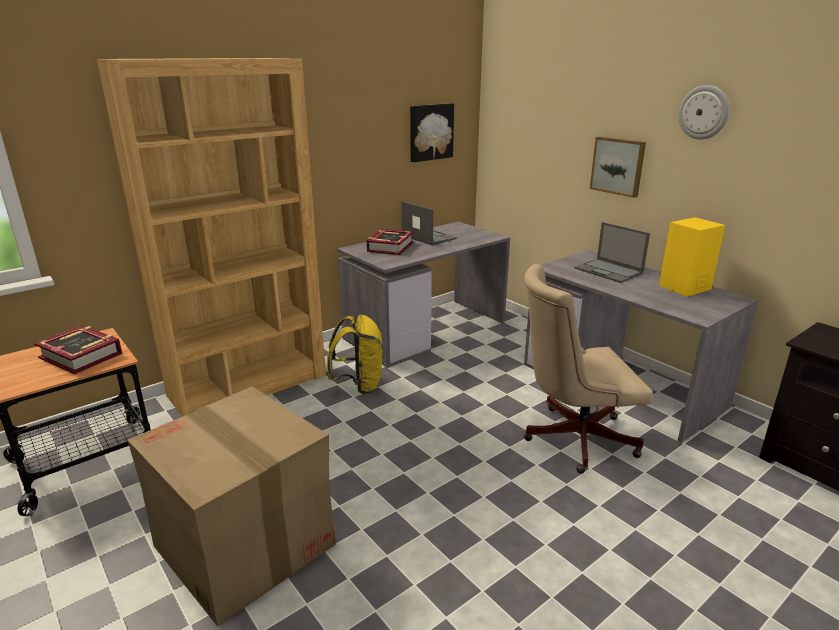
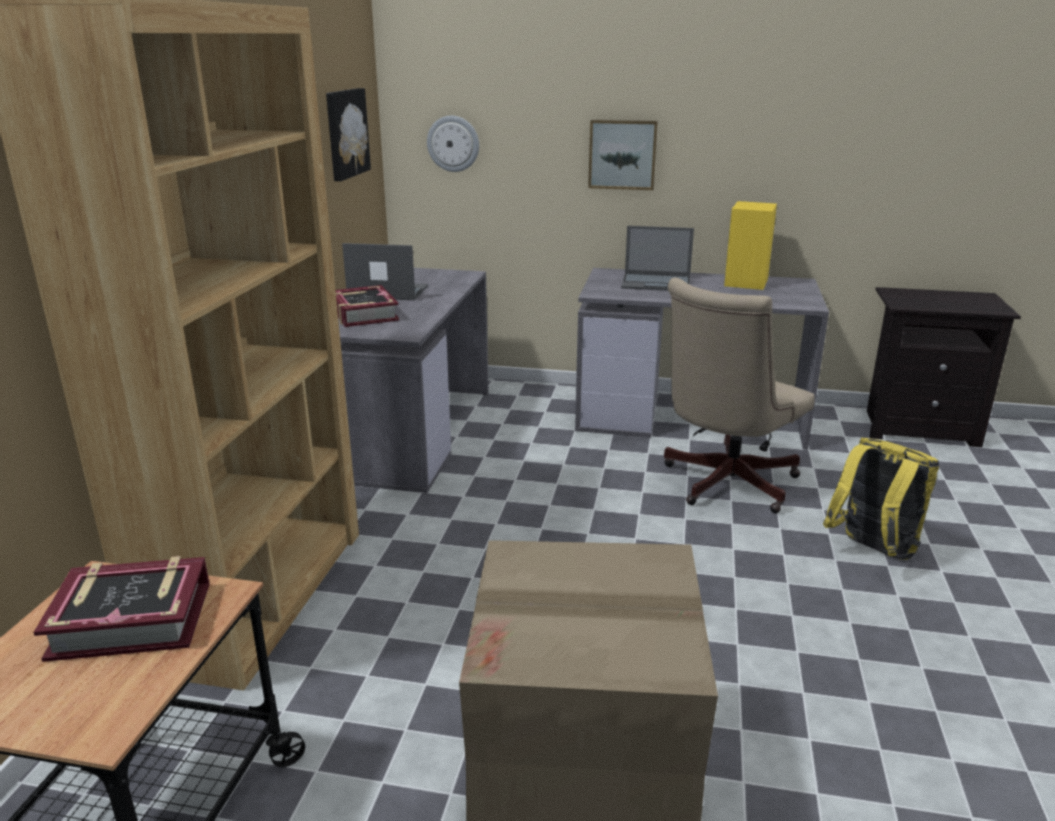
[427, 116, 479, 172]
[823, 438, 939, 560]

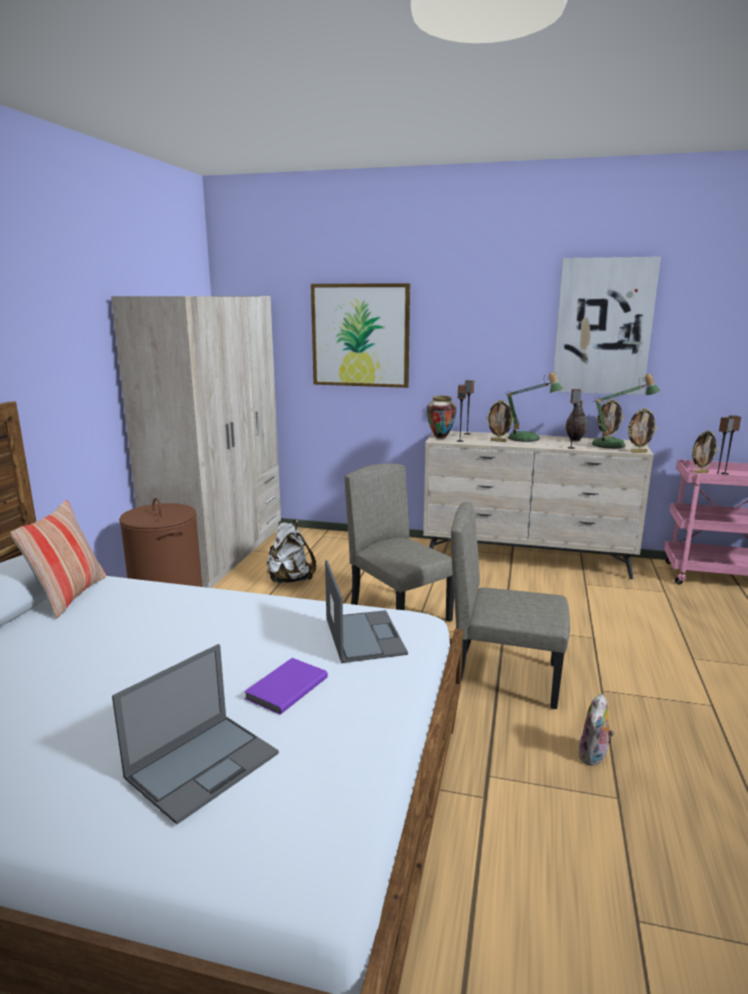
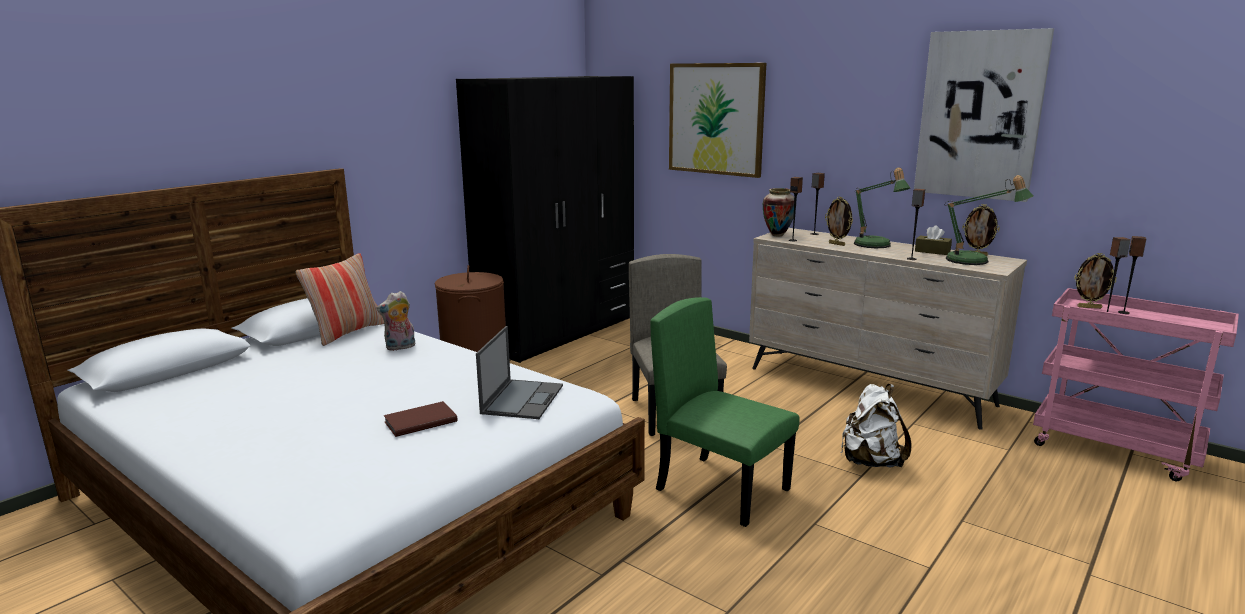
[456, 76, 634, 363]
[915, 226, 952, 255]
[627, 408, 657, 453] (first image)
[650, 297, 800, 527]
[841, 384, 912, 467]
[112, 644, 279, 825] (first image)
[384, 401, 458, 437]
[377, 291, 415, 351]

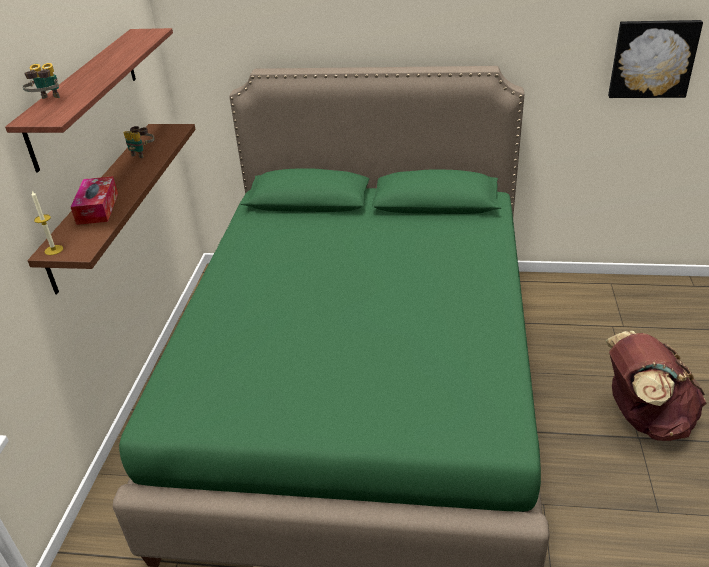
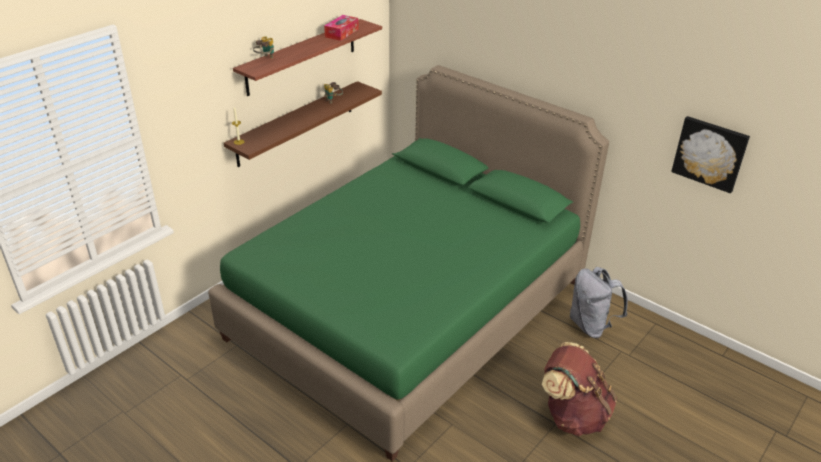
[324, 15, 359, 41]
[570, 267, 628, 338]

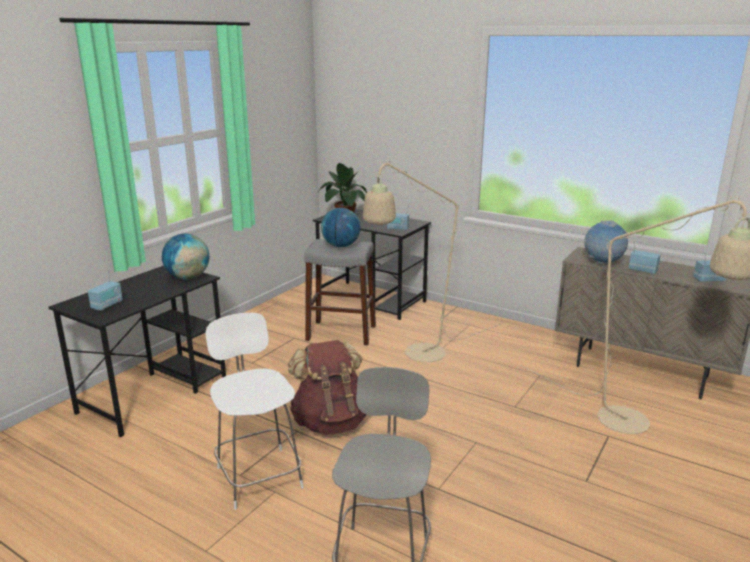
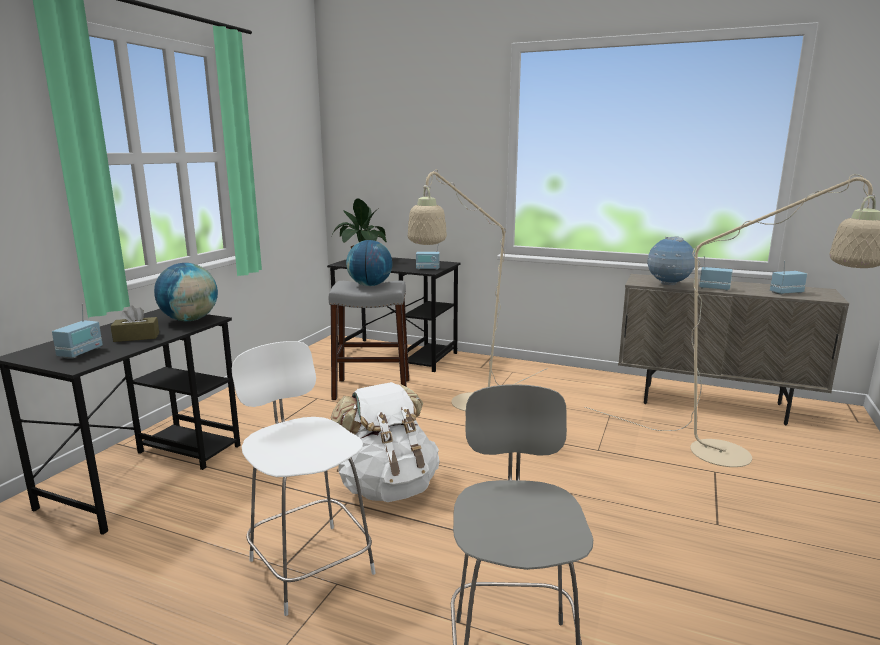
[331, 382, 439, 502]
[111, 305, 159, 342]

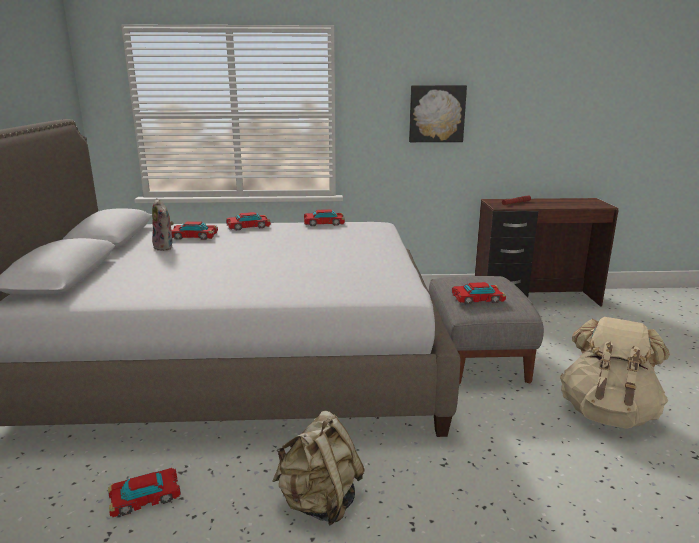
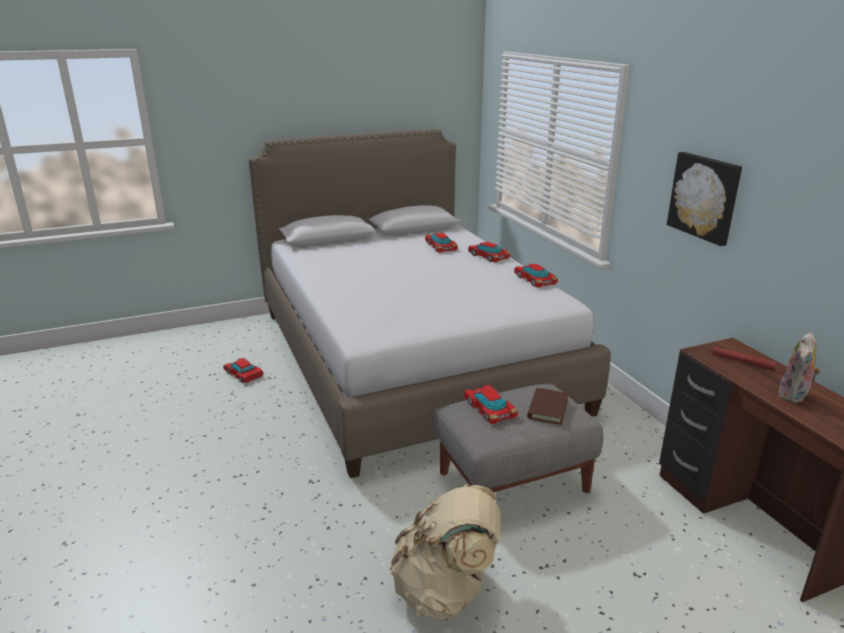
[778, 332, 821, 403]
[272, 411, 365, 525] (first image)
[527, 388, 569, 425]

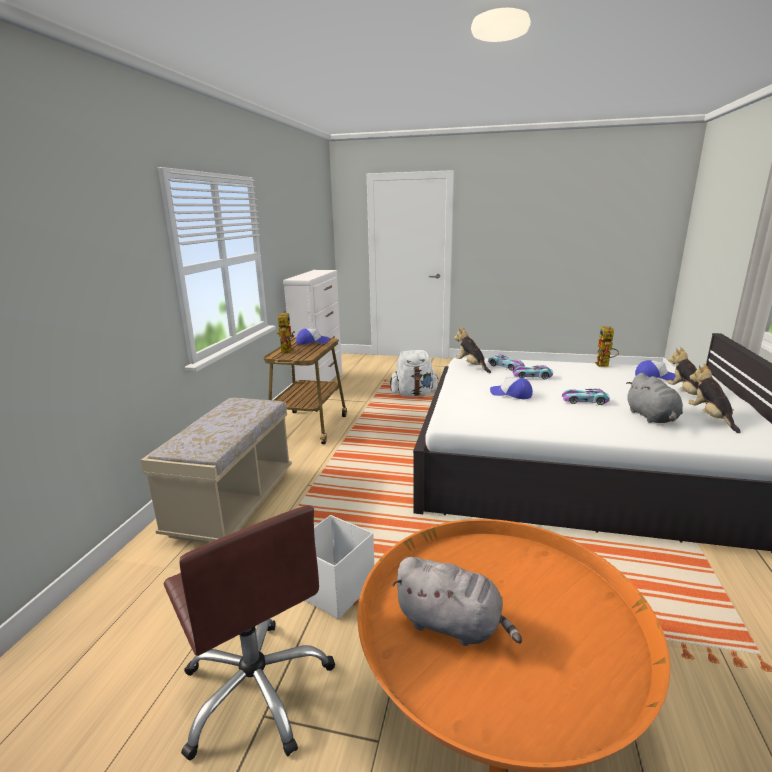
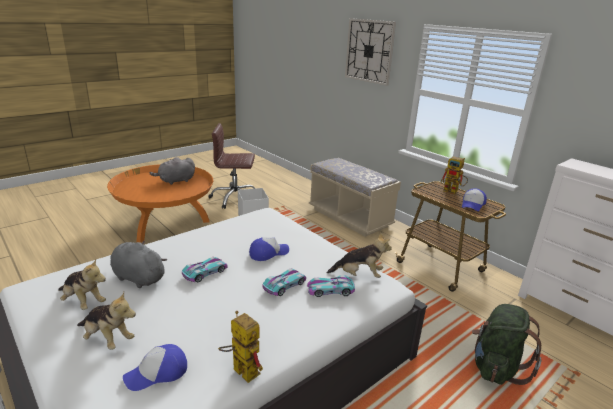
[472, 304, 542, 385]
[345, 18, 396, 86]

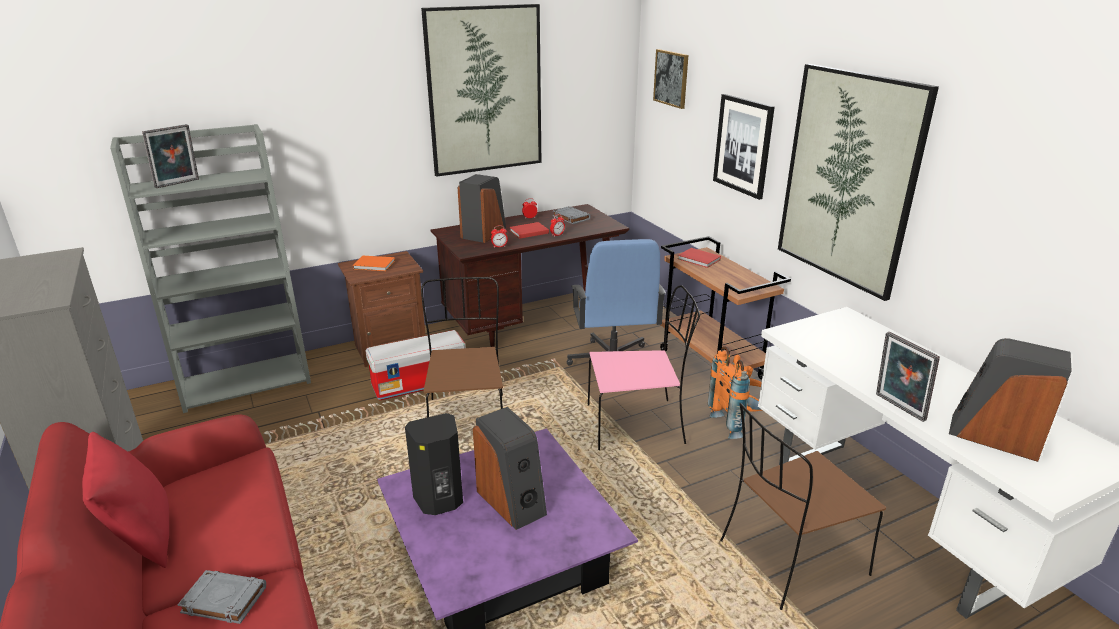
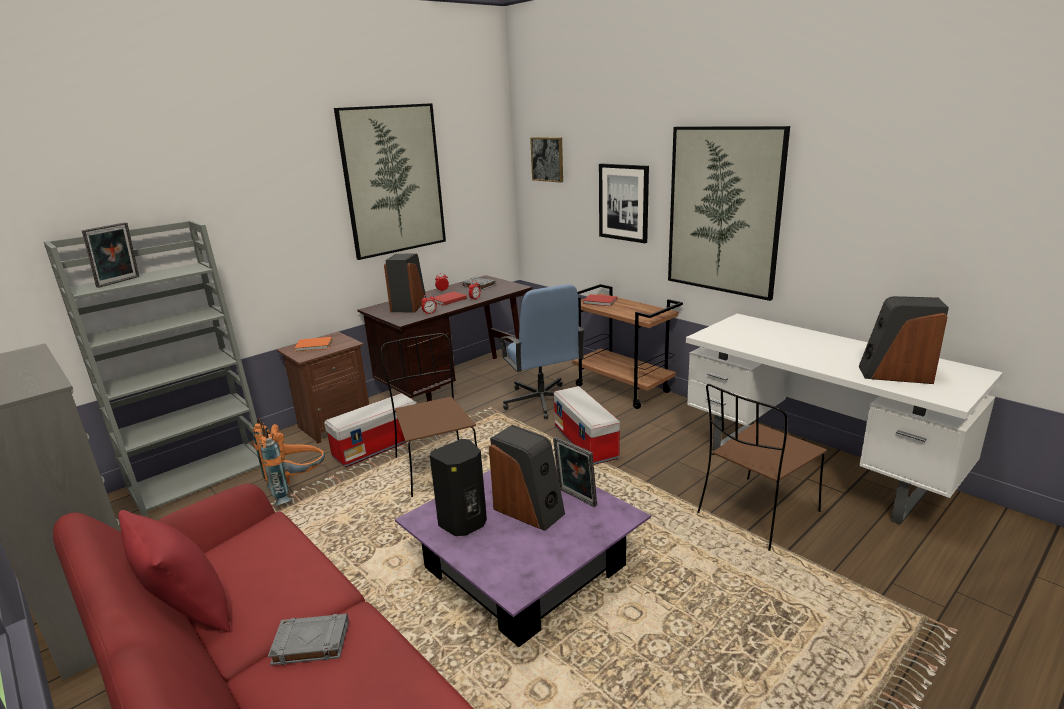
[553, 386, 620, 465]
[553, 436, 597, 507]
[252, 418, 325, 506]

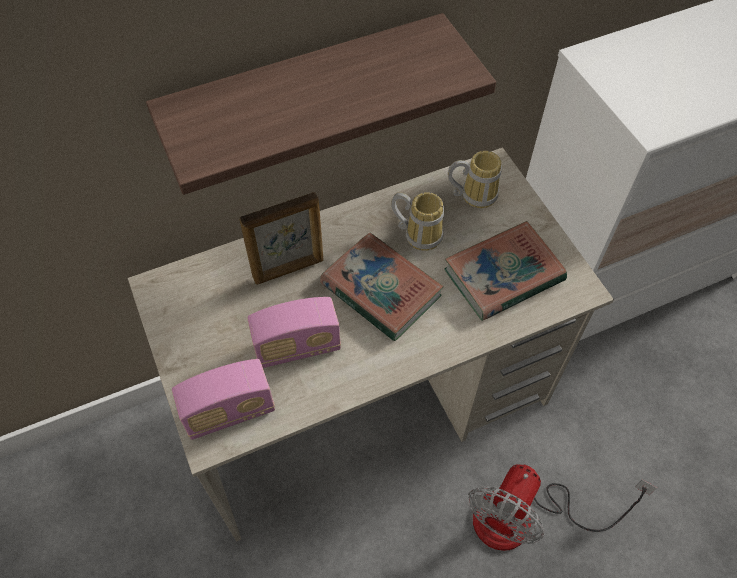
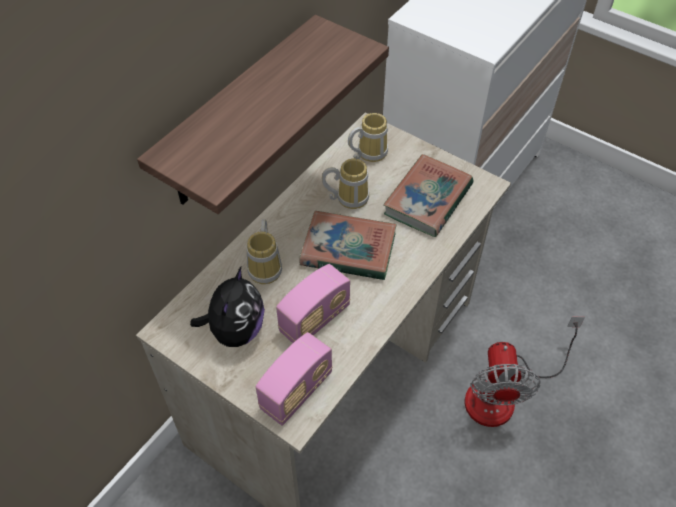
[246, 219, 282, 284]
[190, 267, 265, 347]

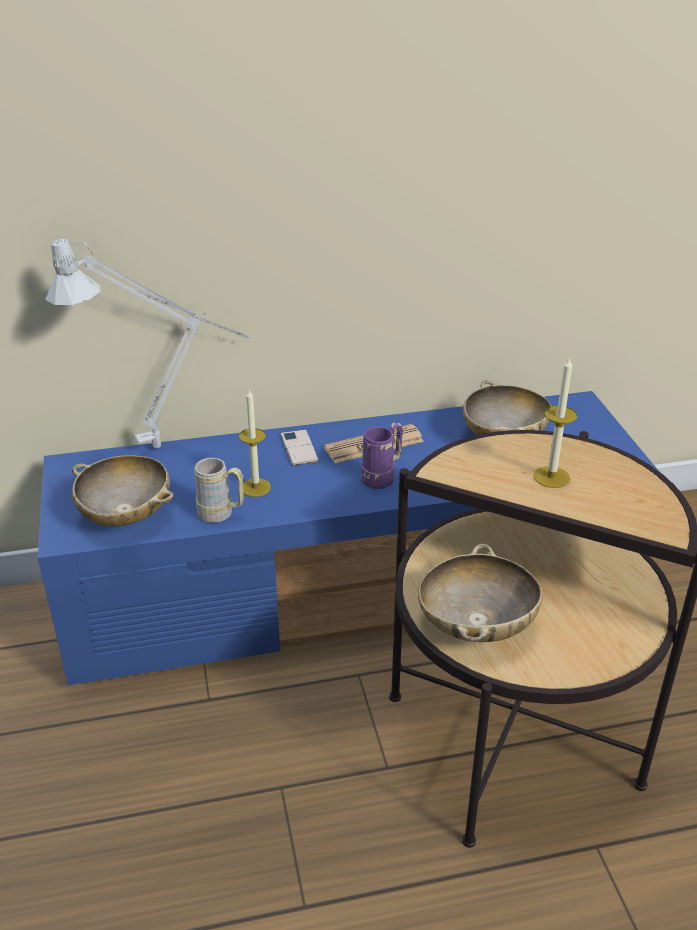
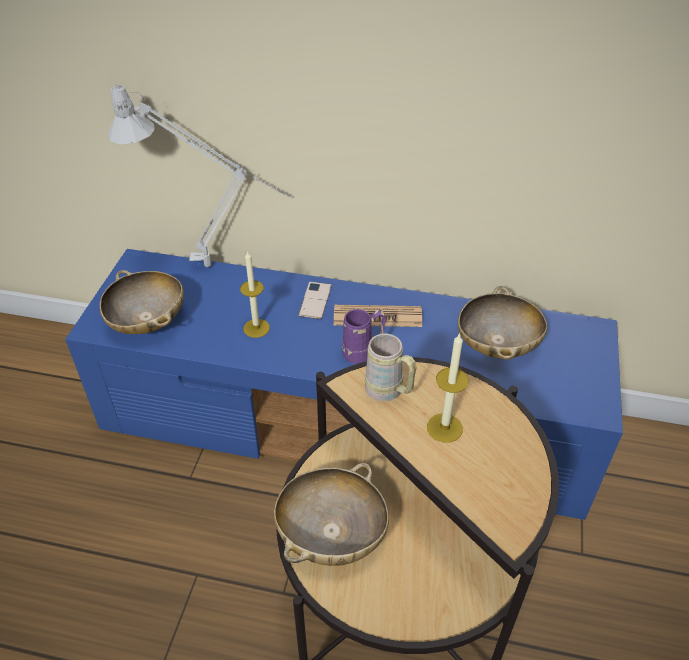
[365, 334, 417, 401]

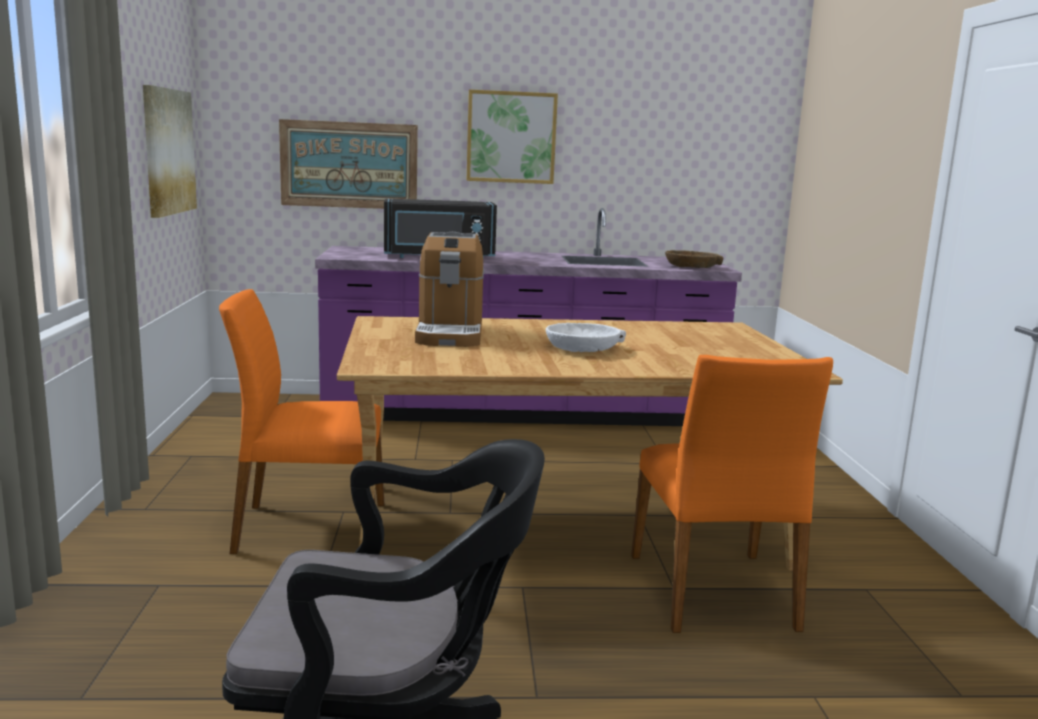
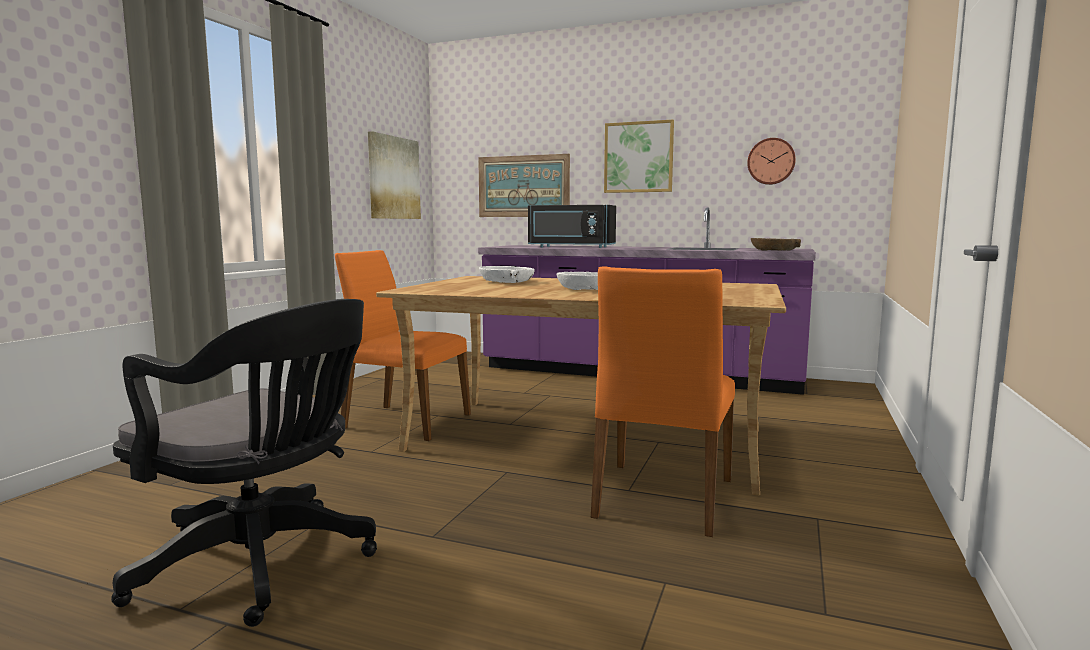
[479, 266, 535, 283]
[747, 138, 796, 185]

